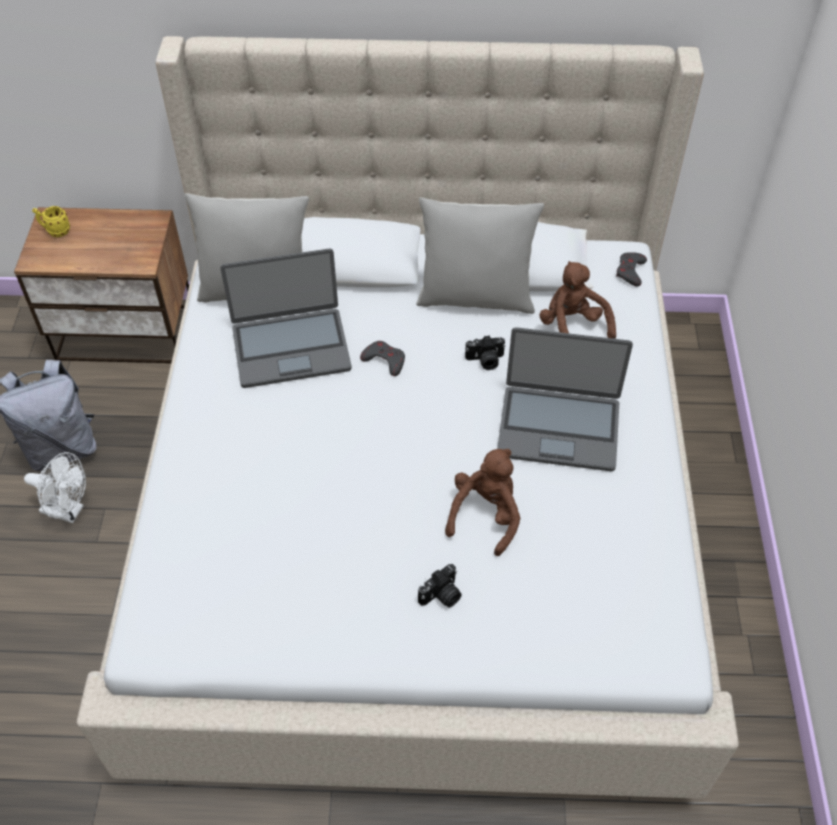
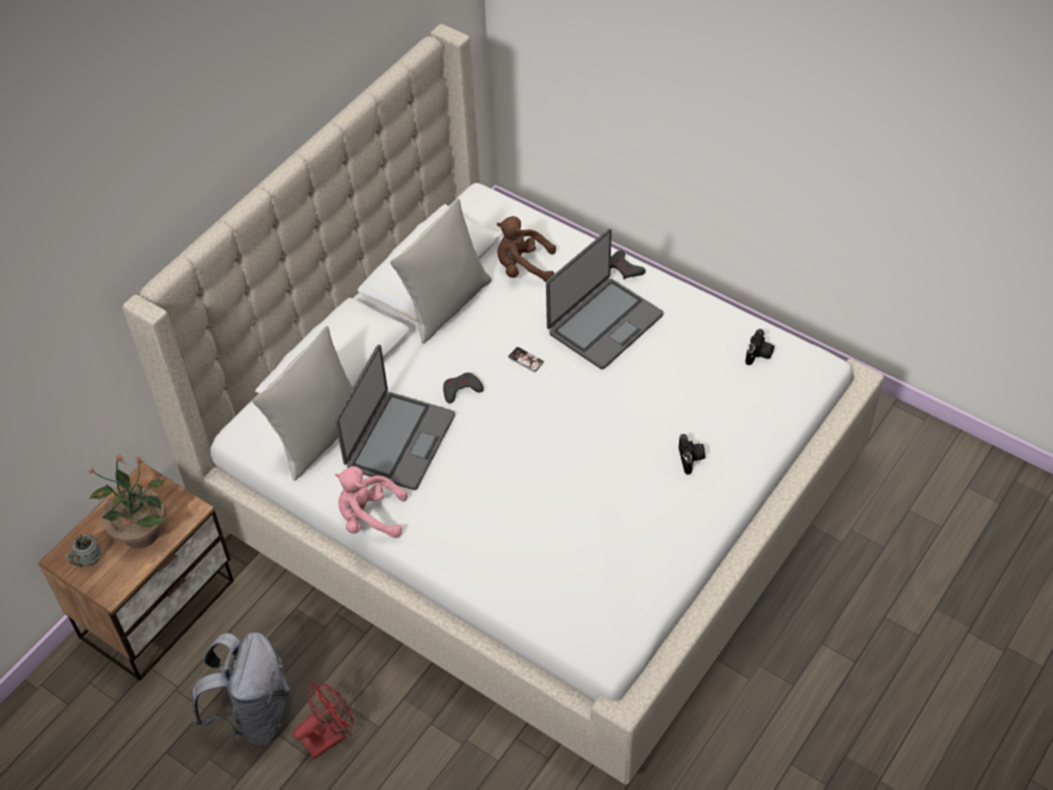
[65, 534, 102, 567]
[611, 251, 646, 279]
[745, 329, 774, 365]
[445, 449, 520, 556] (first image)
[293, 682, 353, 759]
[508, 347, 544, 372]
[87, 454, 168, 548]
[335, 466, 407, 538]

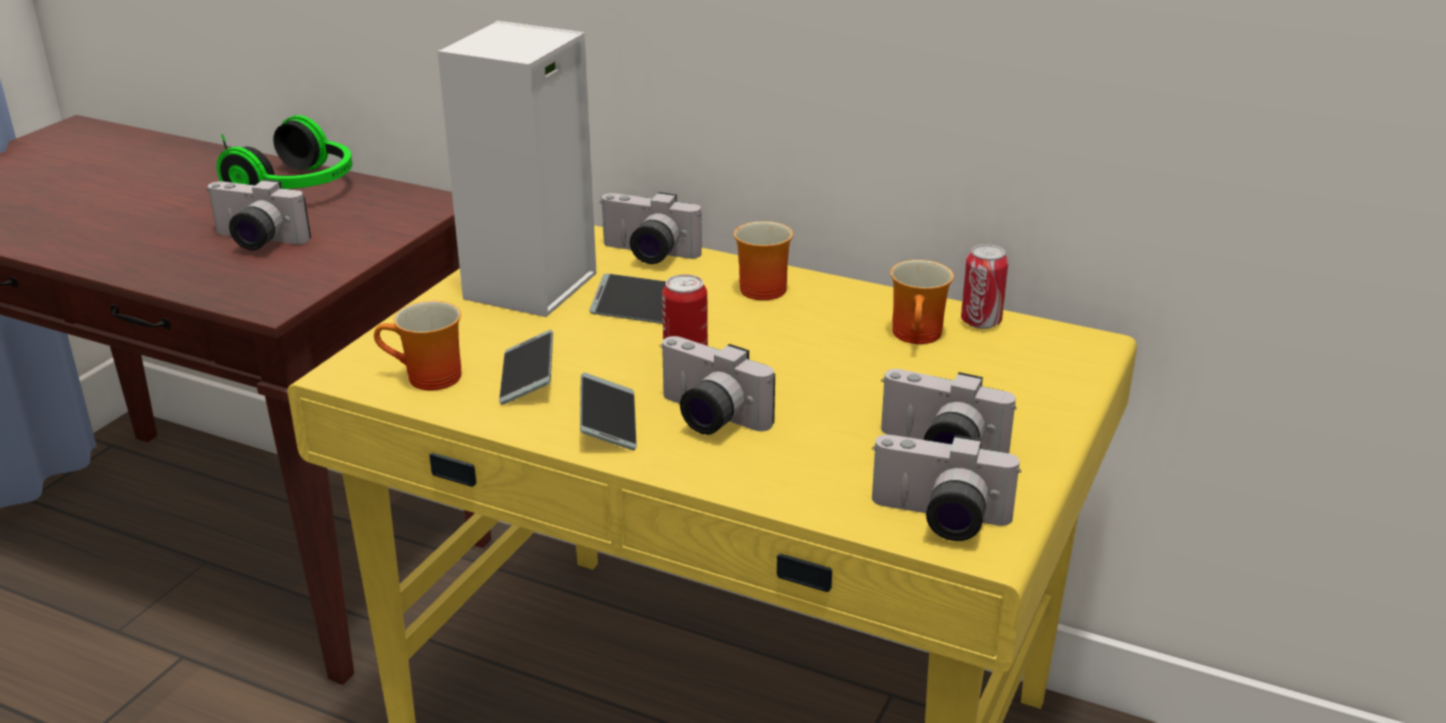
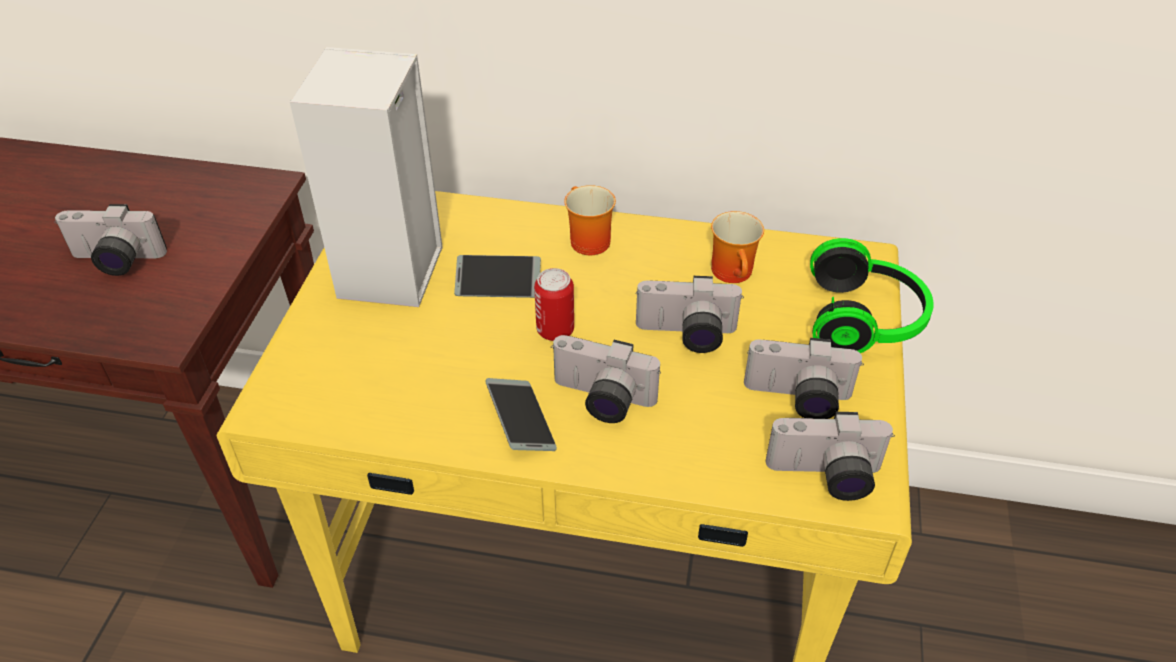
[810, 238, 934, 353]
[636, 276, 744, 353]
[961, 244, 1008, 329] (first image)
[374, 301, 461, 390] (first image)
[499, 330, 553, 405] (first image)

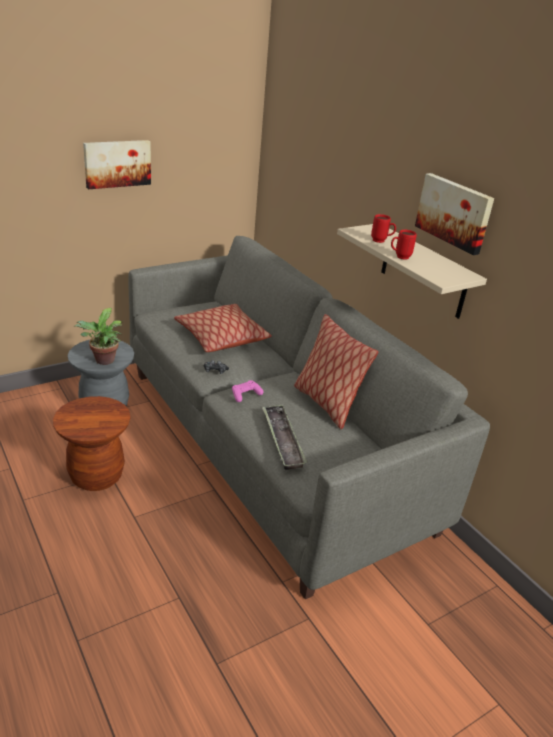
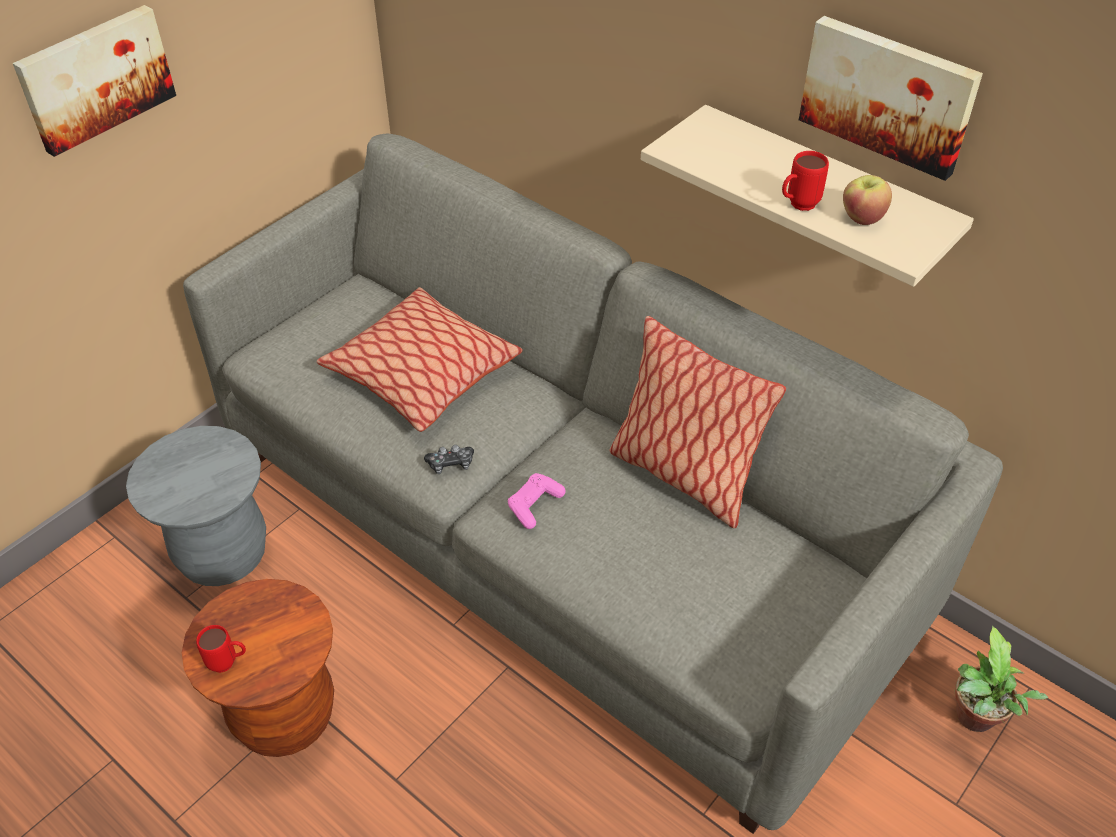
[196, 625, 246, 673]
[954, 625, 1048, 732]
[262, 405, 308, 470] (first image)
[843, 175, 892, 225]

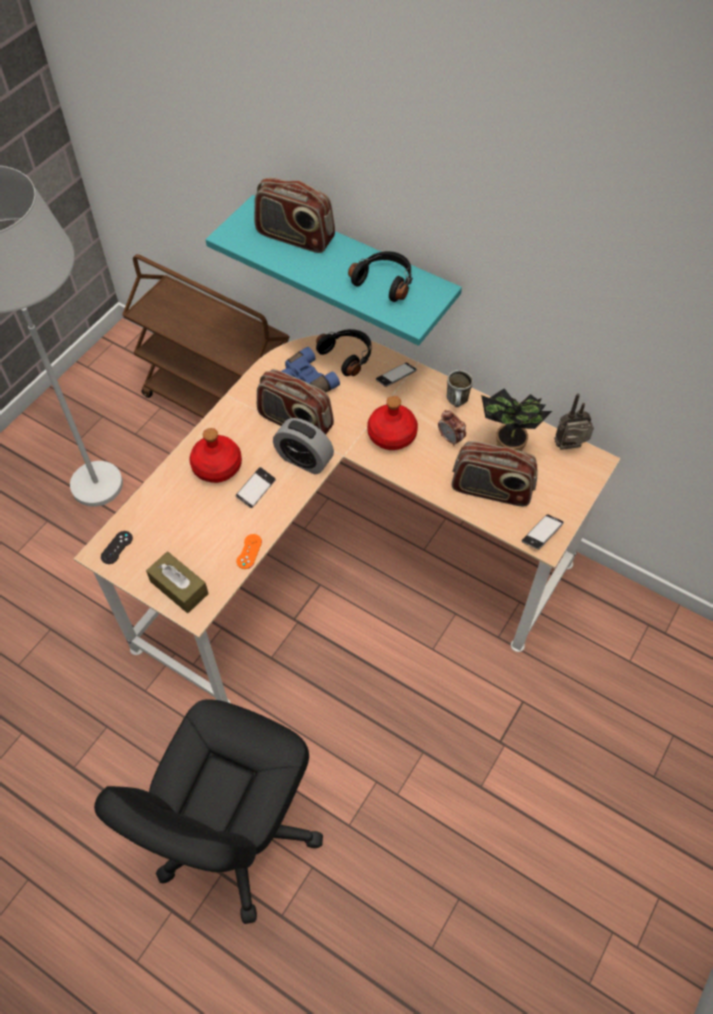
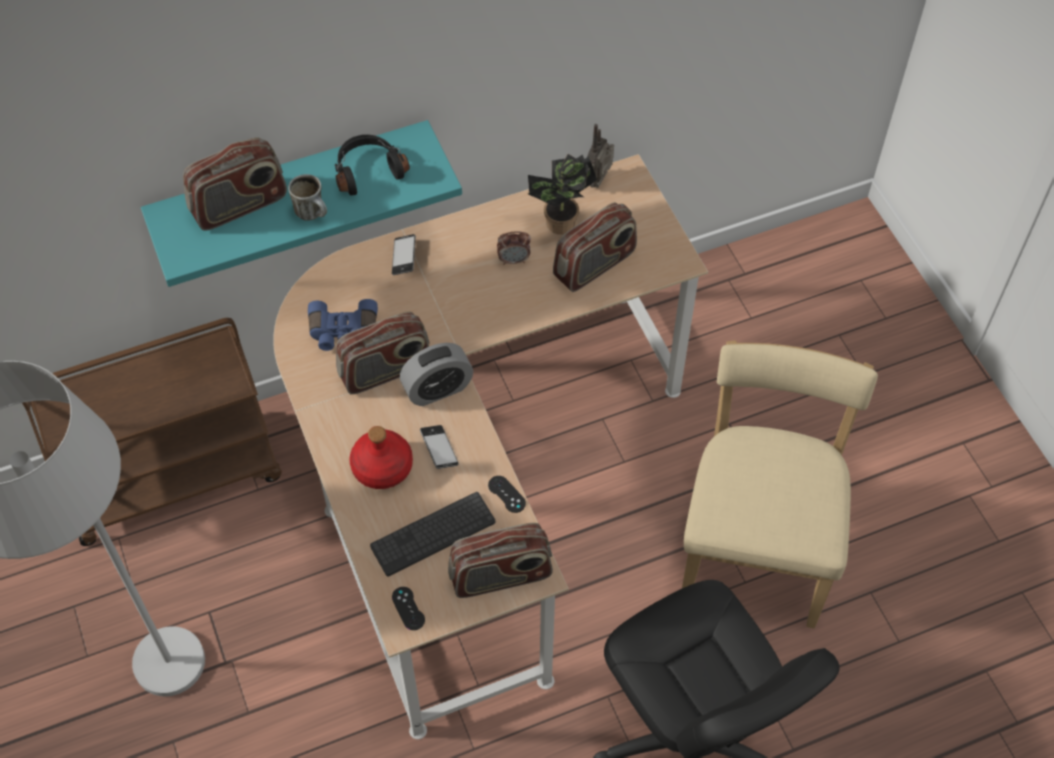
[316, 329, 371, 376] (first image)
[288, 174, 327, 221]
[367, 396, 418, 450] (first image)
[522, 514, 564, 549] (first image)
[488, 476, 526, 513]
[448, 523, 553, 598]
[682, 340, 878, 628]
[370, 492, 495, 577]

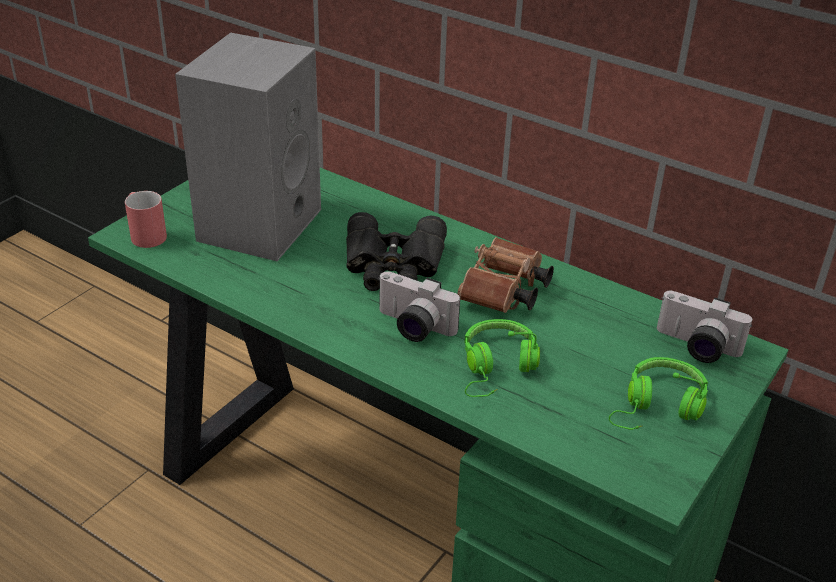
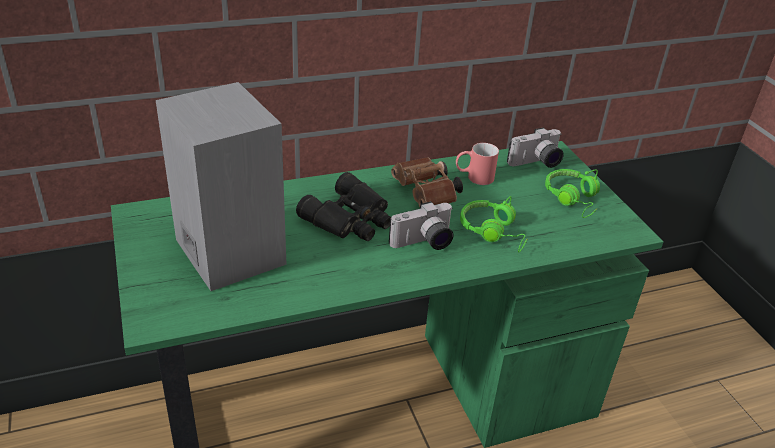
[456, 143, 499, 185]

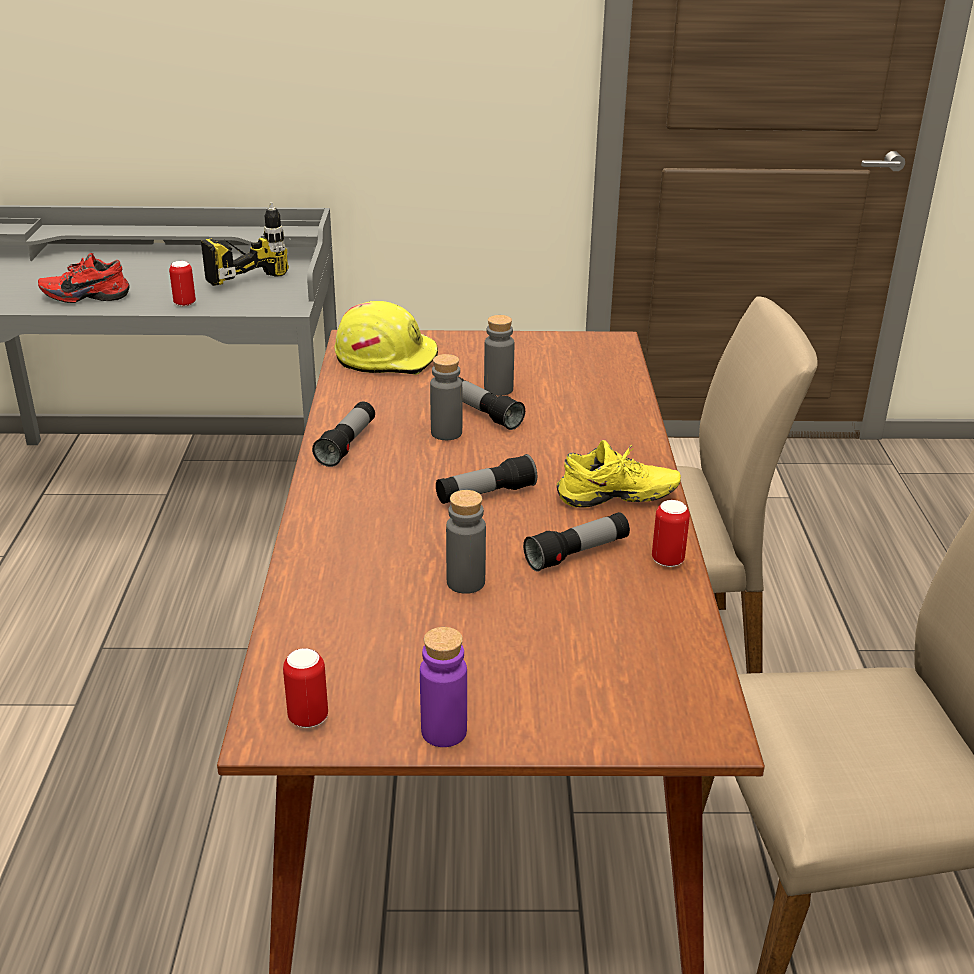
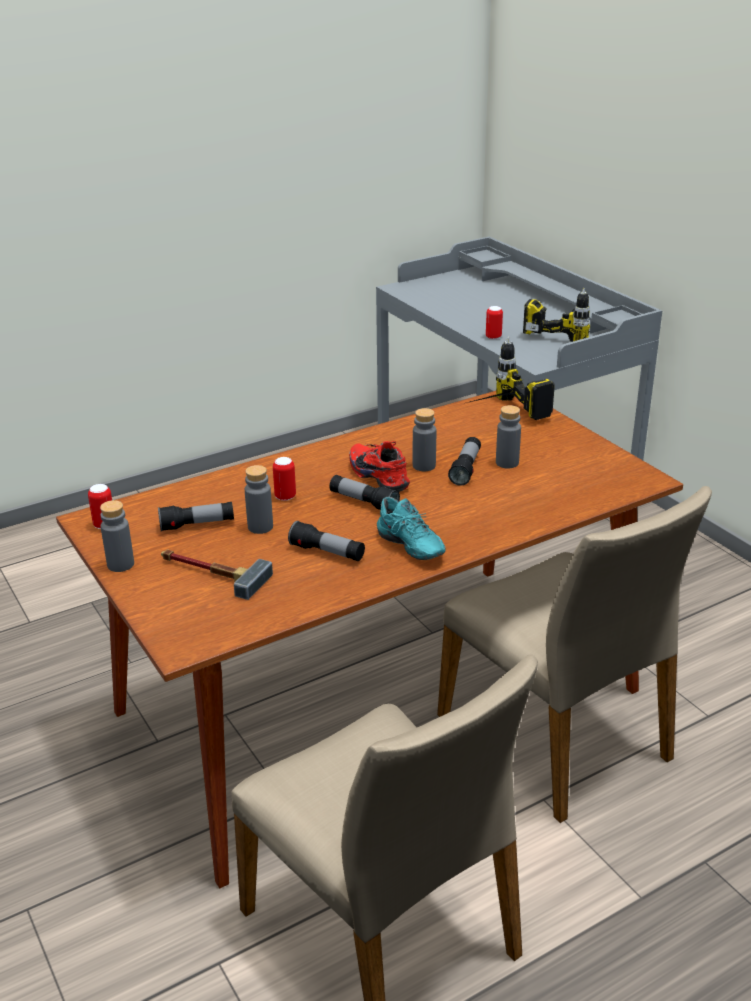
[349, 441, 410, 492]
[466, 337, 555, 420]
[158, 502, 234, 531]
[377, 497, 446, 560]
[273, 457, 296, 501]
[100, 500, 134, 572]
[161, 549, 273, 600]

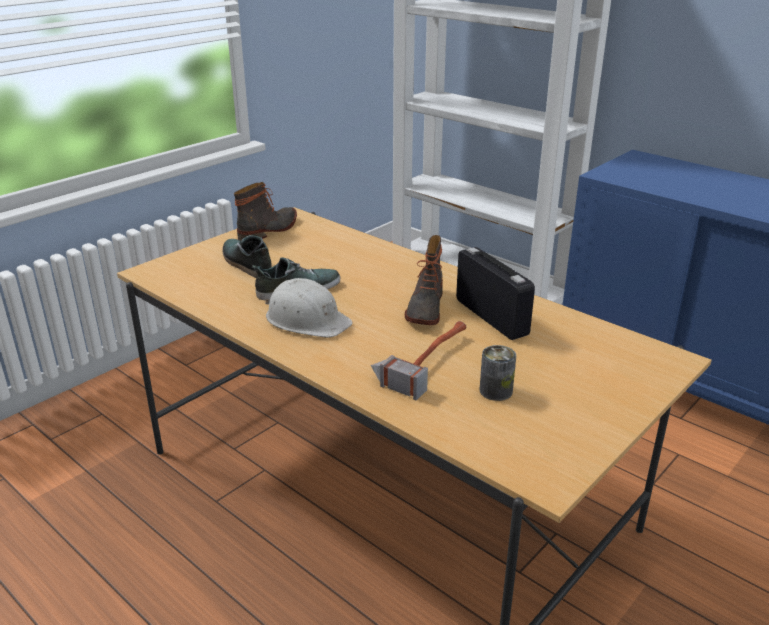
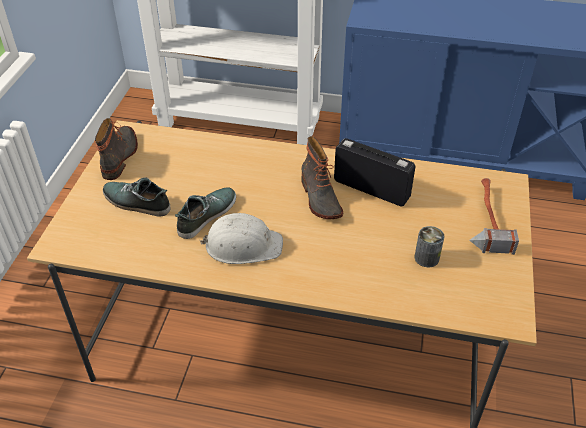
[469, 178, 519, 255]

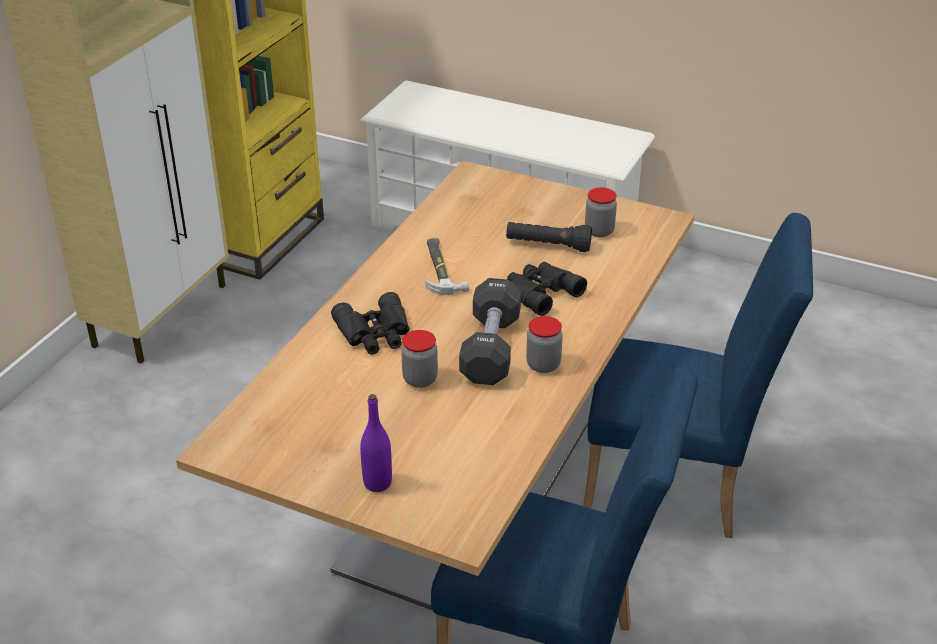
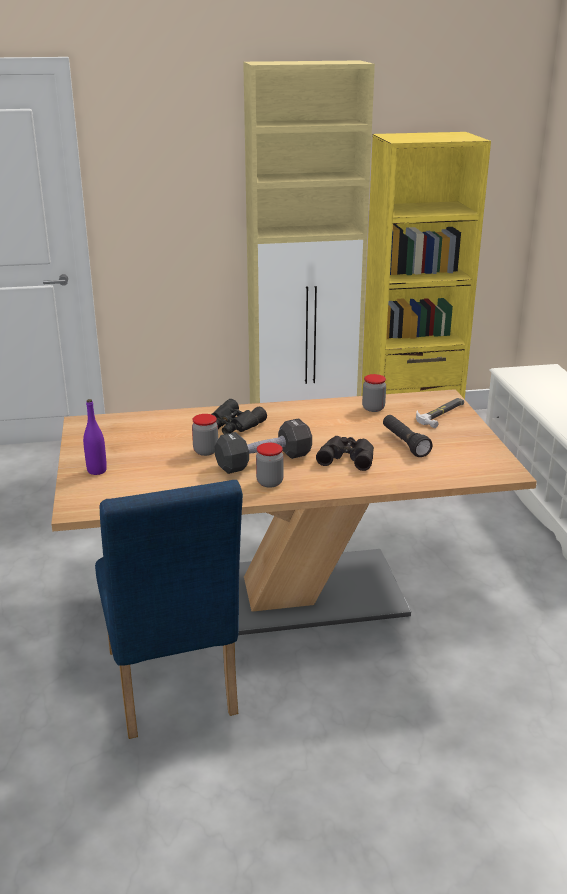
[362, 374, 386, 412]
[583, 213, 813, 538] (first image)
[416, 398, 464, 428]

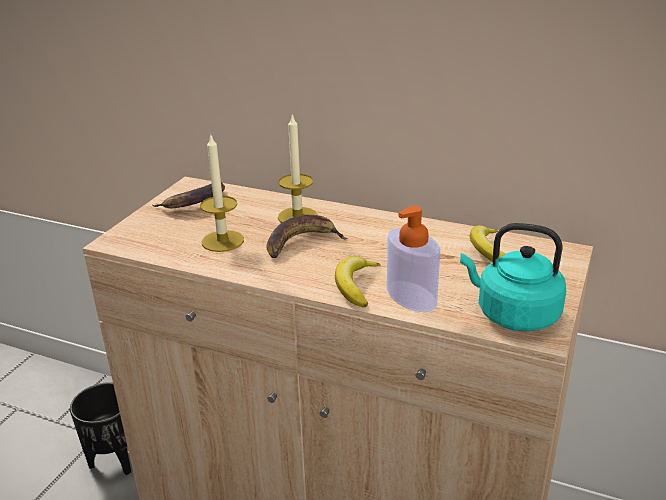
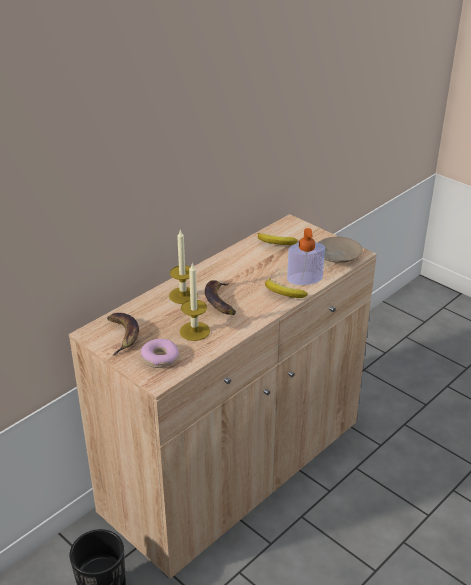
[318, 237, 363, 263]
[141, 339, 179, 368]

